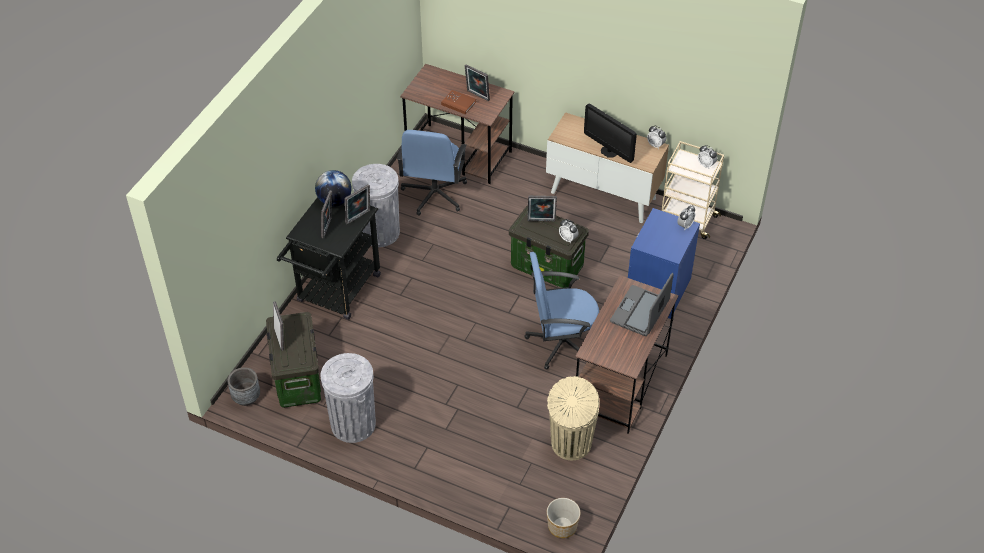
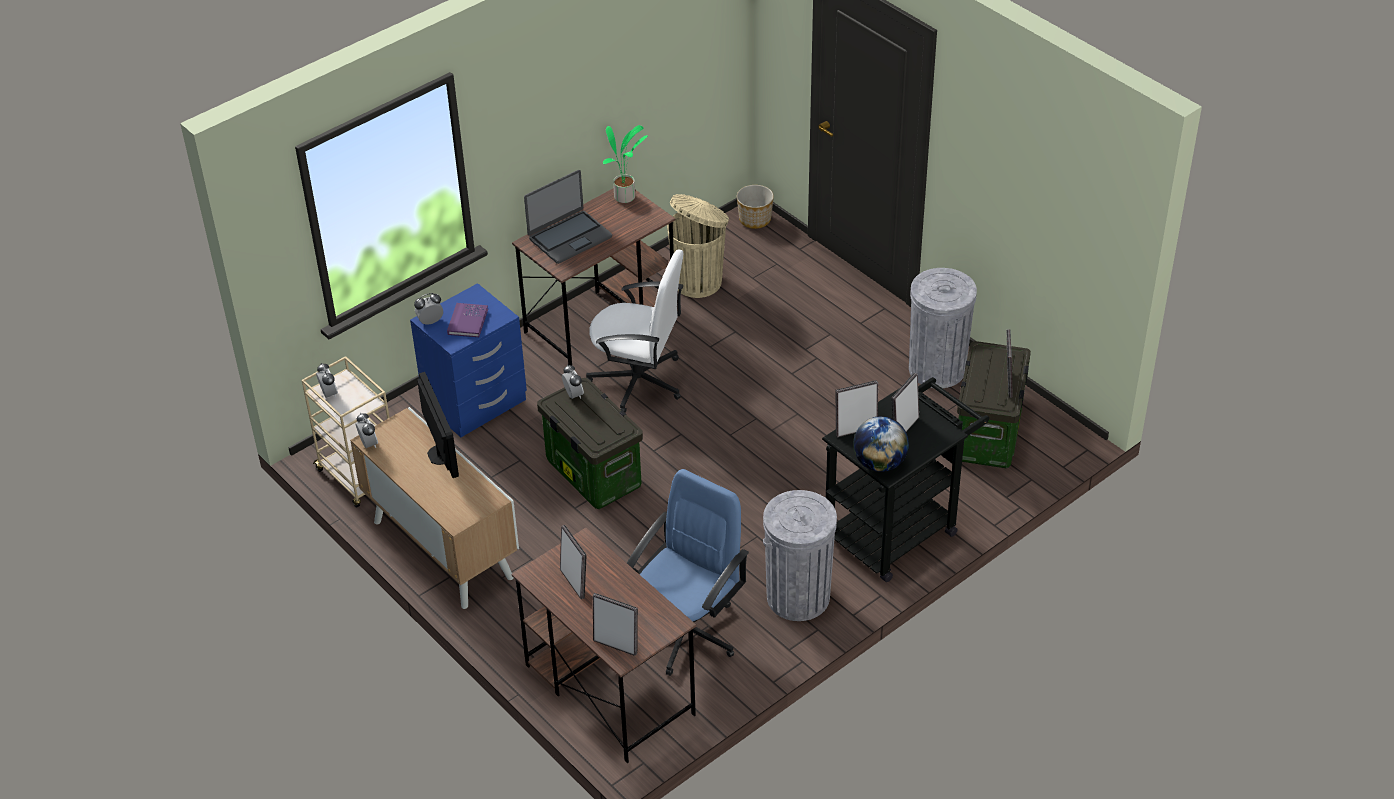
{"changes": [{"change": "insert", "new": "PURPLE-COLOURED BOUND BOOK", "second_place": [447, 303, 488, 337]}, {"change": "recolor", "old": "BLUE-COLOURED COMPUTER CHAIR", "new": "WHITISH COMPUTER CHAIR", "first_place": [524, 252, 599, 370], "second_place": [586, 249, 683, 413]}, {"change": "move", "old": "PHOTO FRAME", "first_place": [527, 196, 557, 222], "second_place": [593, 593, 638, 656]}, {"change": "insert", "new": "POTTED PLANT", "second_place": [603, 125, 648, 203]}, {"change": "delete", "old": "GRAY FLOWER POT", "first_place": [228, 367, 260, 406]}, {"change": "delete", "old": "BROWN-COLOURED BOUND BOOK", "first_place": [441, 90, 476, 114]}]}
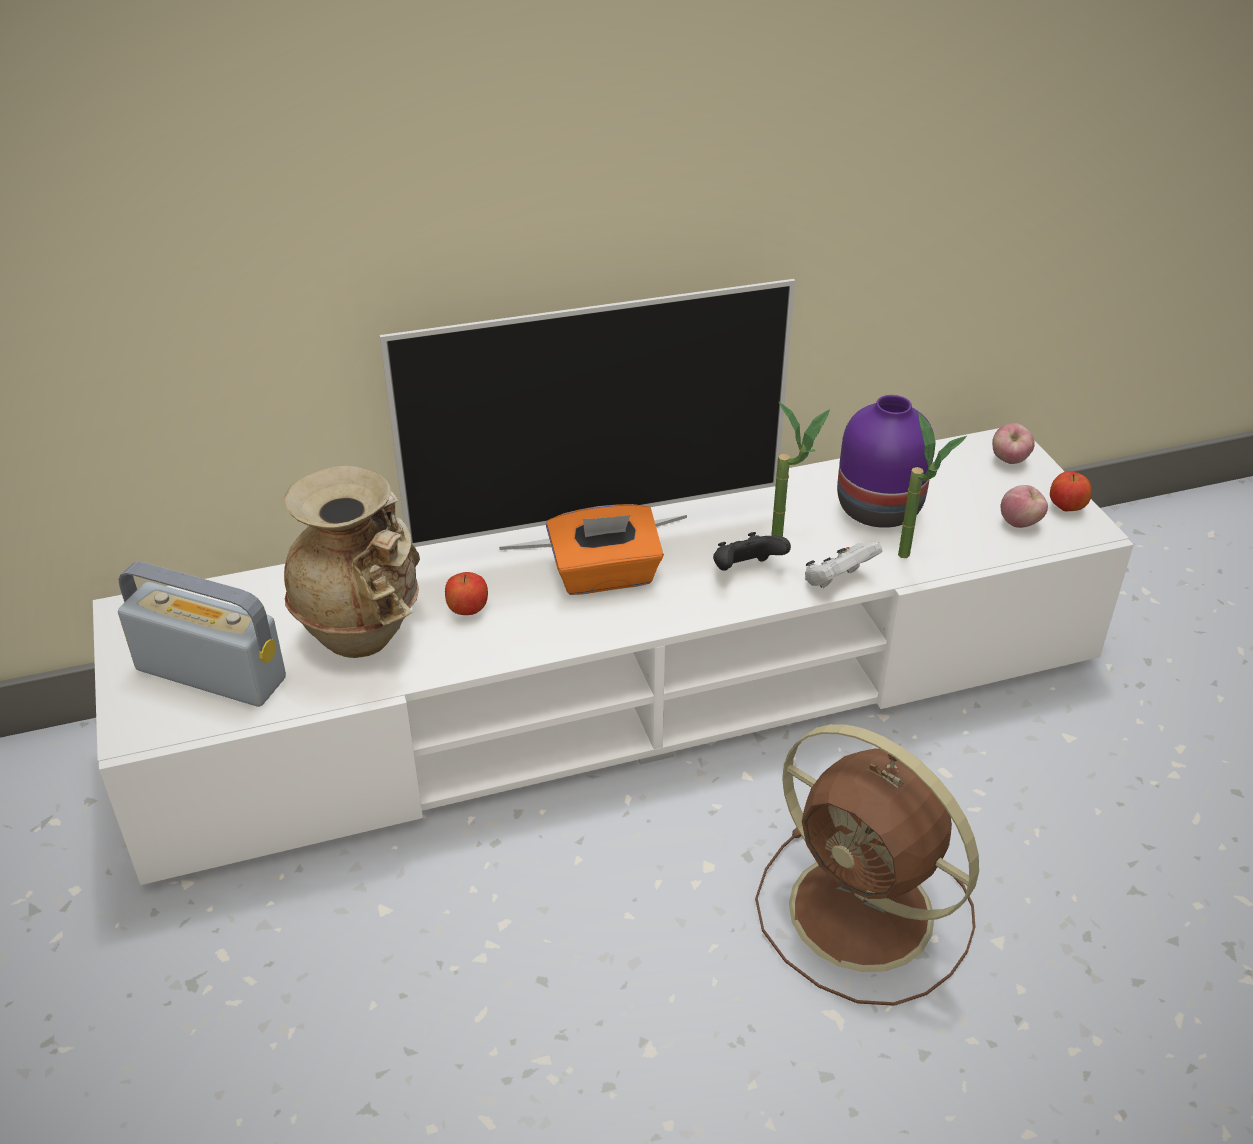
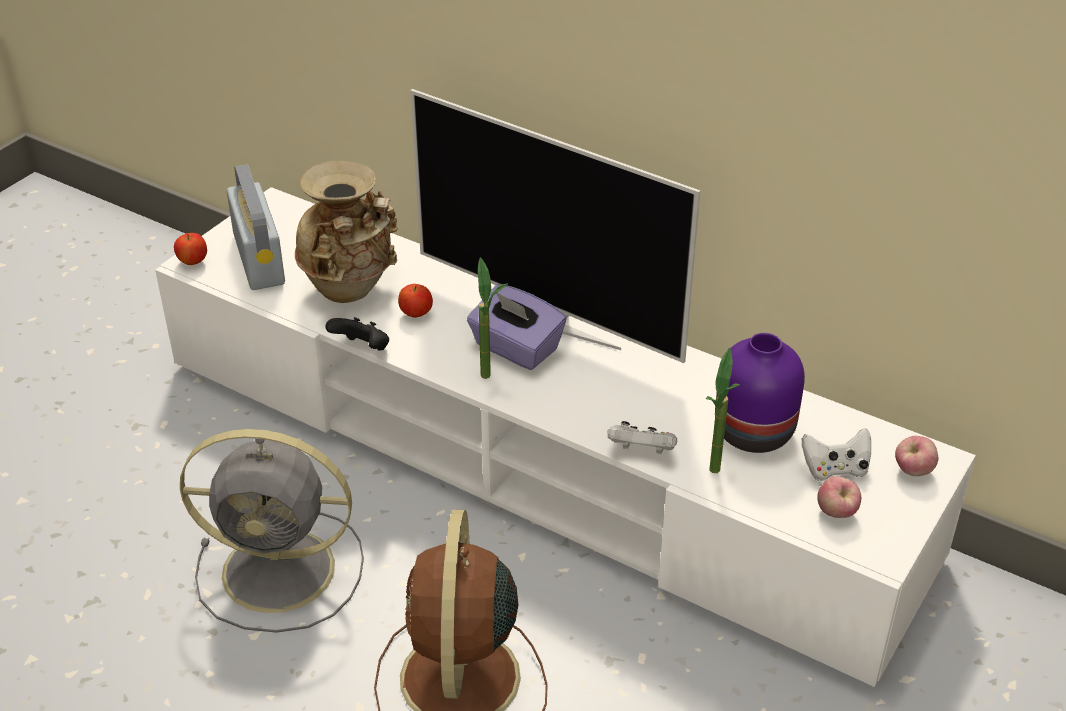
{"changes": [{"change": "move", "old": "APPLE FRUIT", "first_place": [1050, 471, 1092, 511], "second_place": [174, 233, 207, 265]}, {"change": "insert", "new": "GRAY COOLING FAN", "second_place": [180, 429, 364, 633]}, {"change": "move", "old": "BLACK-COLOURED GAME CONTROLLER", "first_place": [713, 532, 791, 571], "second_place": [325, 317, 389, 351]}, {"change": "recolor", "old": "ORANGE-COLOURED TISSUE HOLDER", "new": "PURPLE-COLOURED TISSUE HOLDER", "first_place": [546, 504, 664, 595], "second_place": [467, 285, 567, 370]}, {"change": "move", "old": "POTTED PLANT", "first_place": [771, 402, 830, 537], "second_place": [478, 257, 508, 379]}, {"change": "insert", "new": "WHITISH GAME CONTROLLER", "second_place": [801, 428, 871, 481]}]}
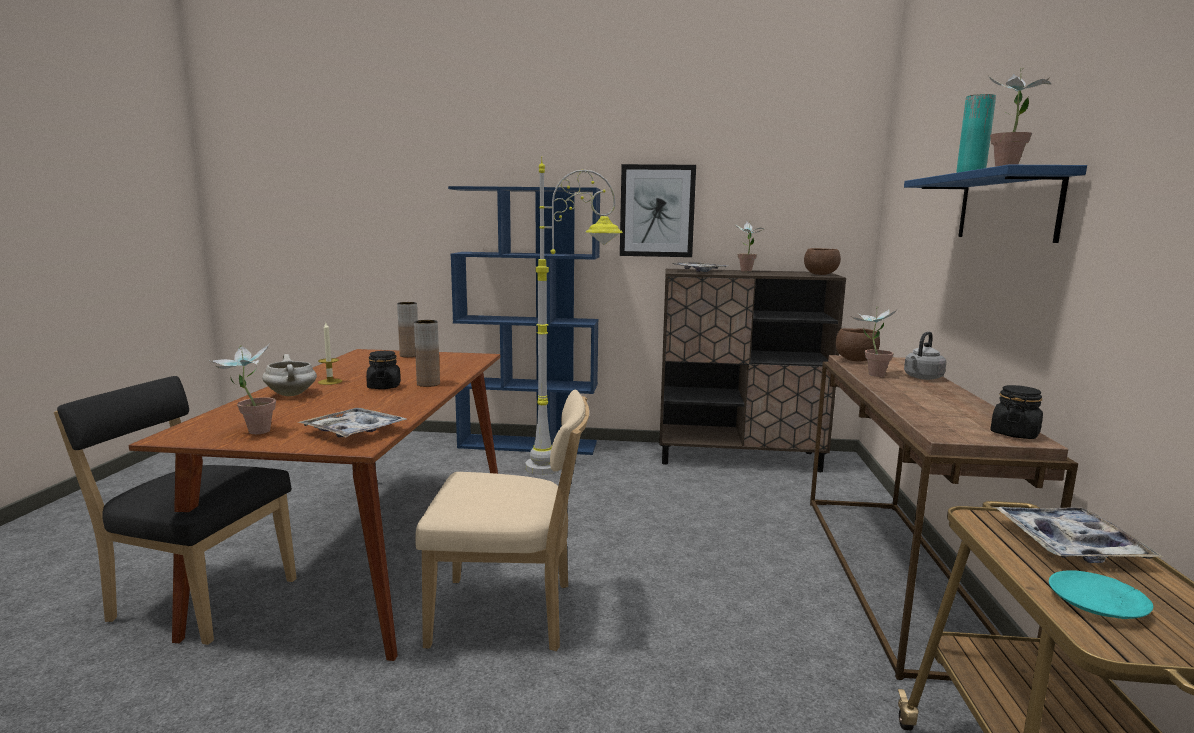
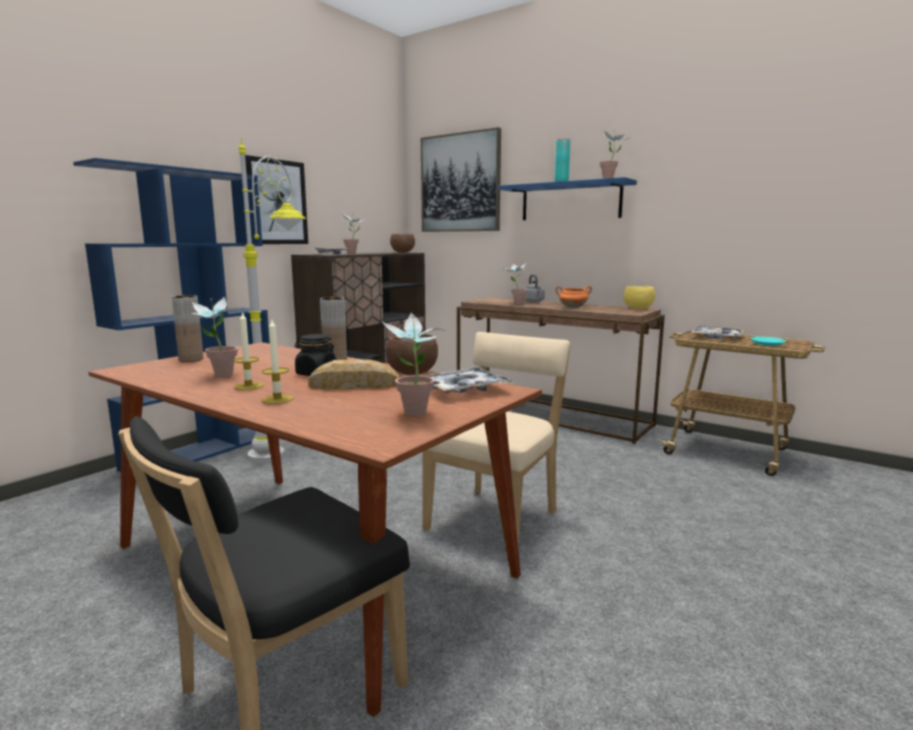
{"changes": [{"change": "insert", "new": "POTTED PLANT", "second_place": [189, 297, 239, 377]}, {"change": "replace", "old": "WHITISH SAUCEPOT", "new": "CANDLE", "first_place": [262, 354, 317, 396], "second_place": [261, 320, 293, 404]}, {"change": "insert", "new": "BAKED BREAD", "second_place": [308, 359, 399, 390]}, {"change": "move", "old": "BROWN-COLOURED DEEP DISH", "first_place": [836, 328, 880, 362], "second_place": [386, 334, 438, 375]}, {"change": "insert", "new": "WALL ART", "second_place": [421, 127, 501, 232]}, {"change": "insert", "new": "ORANGE-COLOURED SAUCEPOT", "second_place": [556, 286, 592, 308]}, {"change": "replace", "old": "BLACK-COLOURED JAR", "new": "YELLOW DEEP DISH", "first_place": [990, 385, 1043, 439], "second_place": [623, 286, 655, 309]}]}
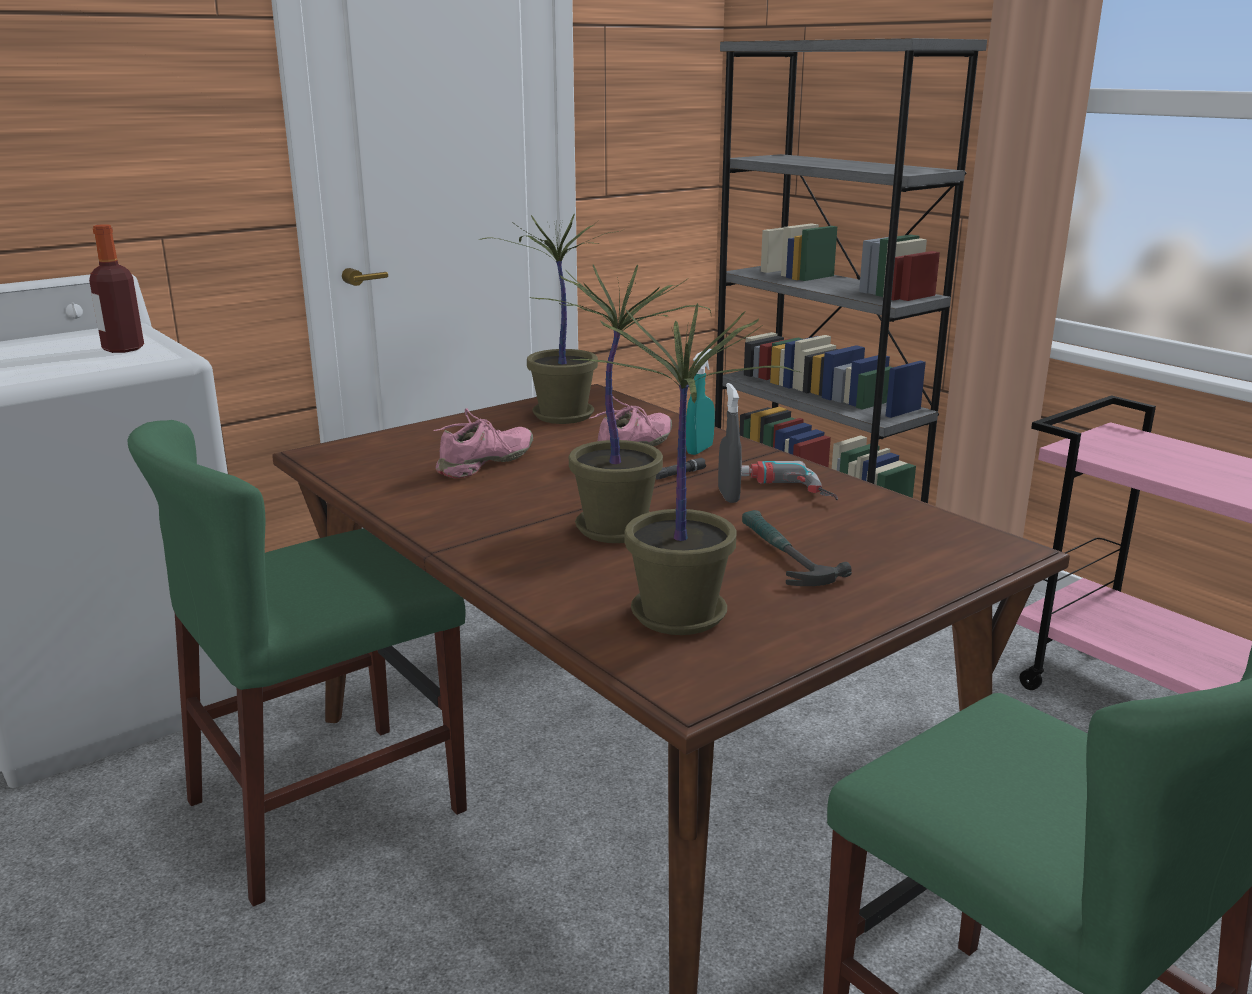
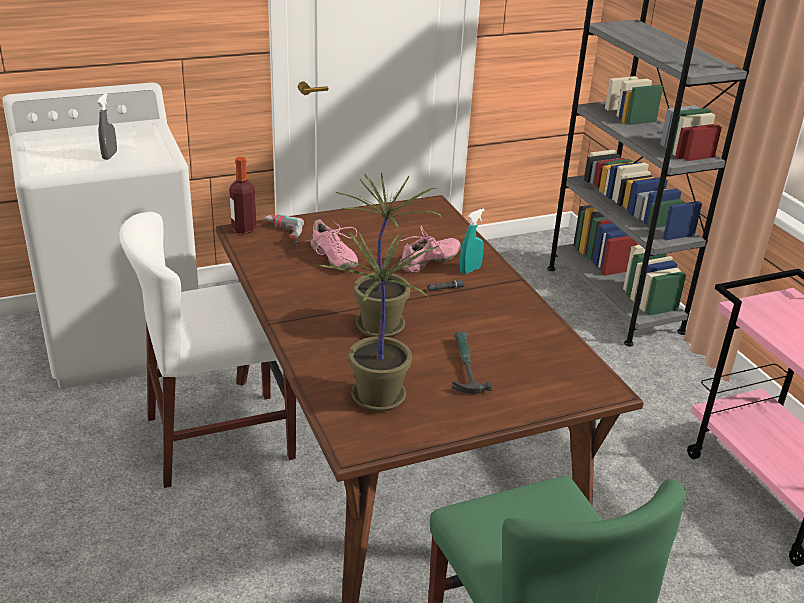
{"changes": [{"change": "move", "old": "GRAY SPRAYER", "first_place": [718, 383, 742, 503], "second_place": [97, 93, 117, 160]}, {"change": "recolor", "old": "GREENISH UPRIGHT CHAIR", "new": "WHITISH UPRIGHT CHAIR", "first_place": [128, 420, 467, 907], "second_place": [119, 212, 296, 488]}, {"change": "move", "old": "BOTTLE", "first_place": [89, 224, 144, 353], "second_place": [229, 157, 257, 234]}, {"change": "move", "old": "DRILL", "first_place": [741, 461, 838, 500], "second_place": [265, 215, 304, 246]}, {"change": "rotate", "old": "PINK ITEM OF FOOTWEAR", "first_place": [433, 408, 533, 479], "second_place": [305, 219, 358, 269], "degrees": 90}, {"change": "delete", "old": "POTTED PLANT", "first_place": [478, 214, 623, 424]}]}
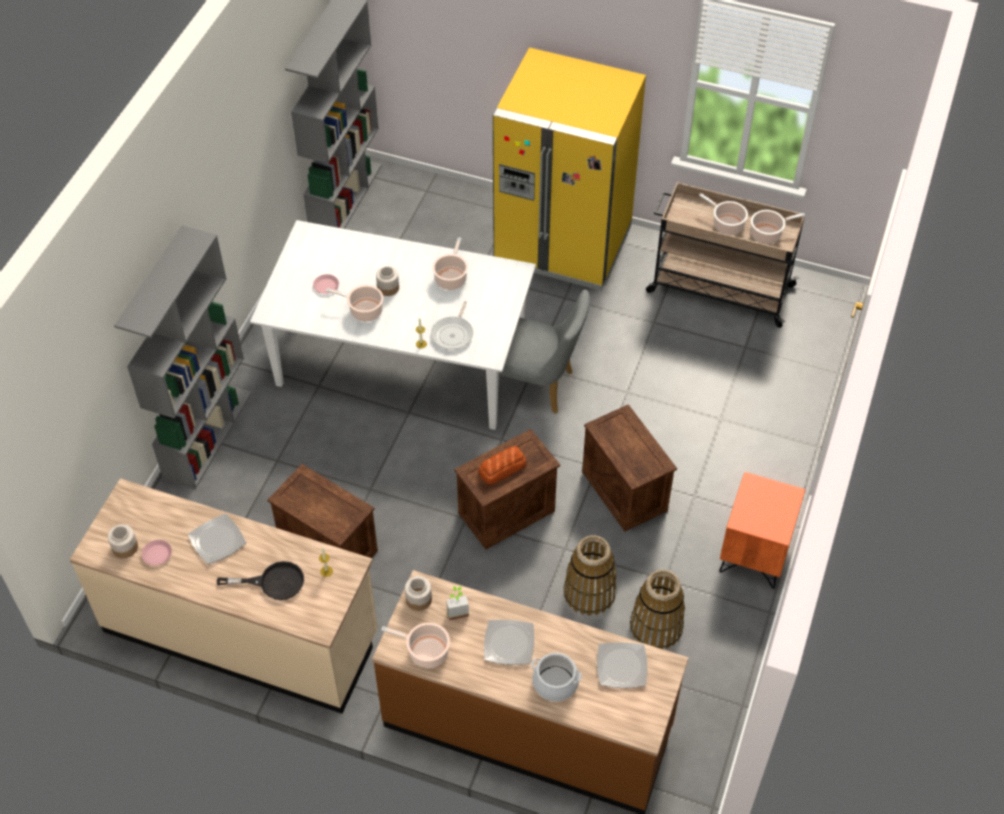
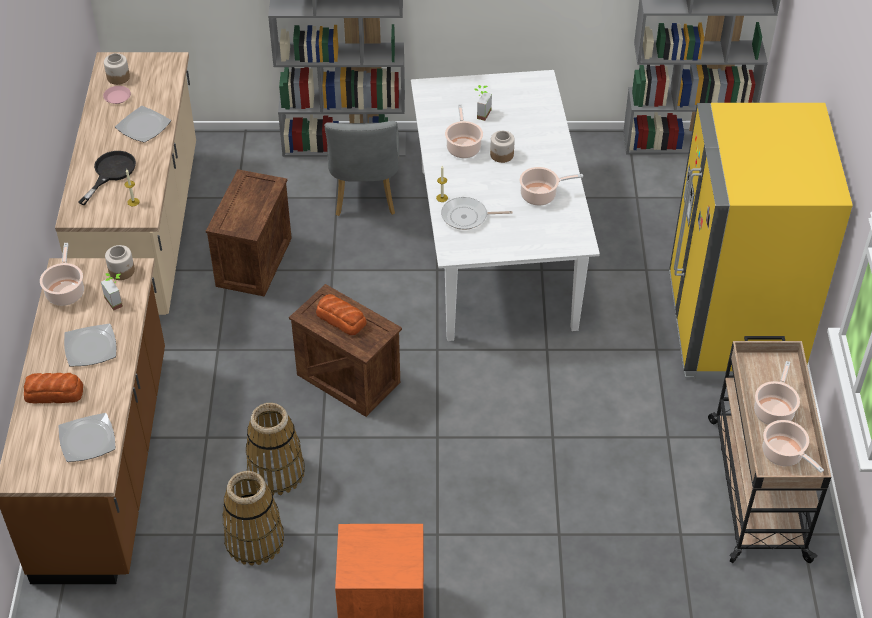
{"changes": [{"change": "replace", "old": "SAUCEPOT", "new": "BAKED BREAD", "first_place": [531, 653, 582, 702], "second_place": [24, 373, 83, 403]}, {"change": "rotate", "old": "BLACK-COLOURED SKILLET", "first_place": [217, 561, 304, 600], "second_place": [78, 151, 136, 205], "degrees": -135}, {"change": "move", "old": "GRAY UPRIGHT CHAIR", "first_place": [499, 289, 590, 414], "second_place": [324, 121, 399, 216]}, {"change": "replace", "old": "PINK PLATE", "new": "POTTED PLANT", "first_place": [313, 274, 339, 294], "second_place": [474, 85, 492, 121]}, {"change": "delete", "old": "PACKING CRATE", "first_place": [582, 404, 677, 531]}]}
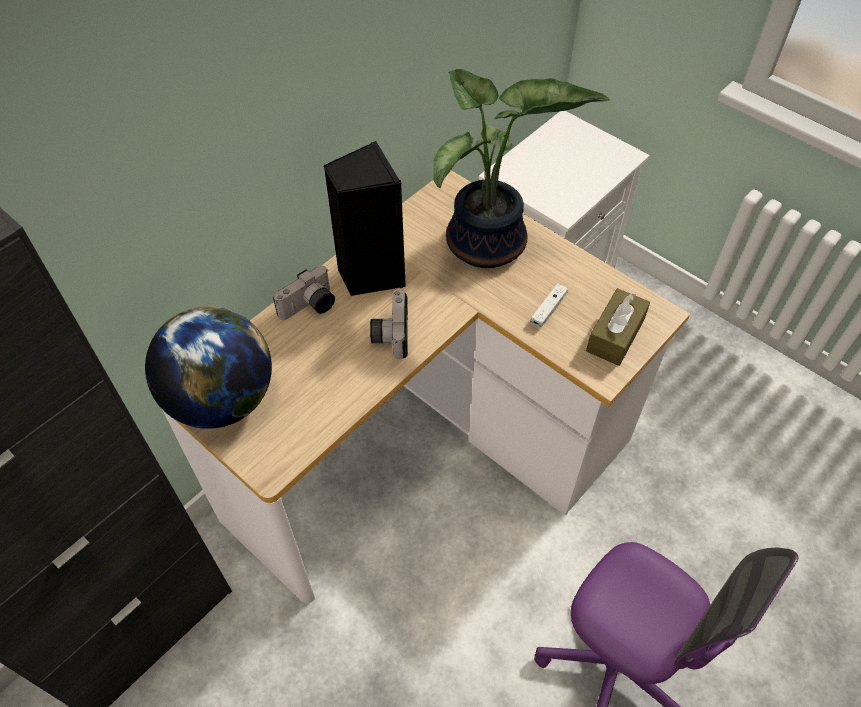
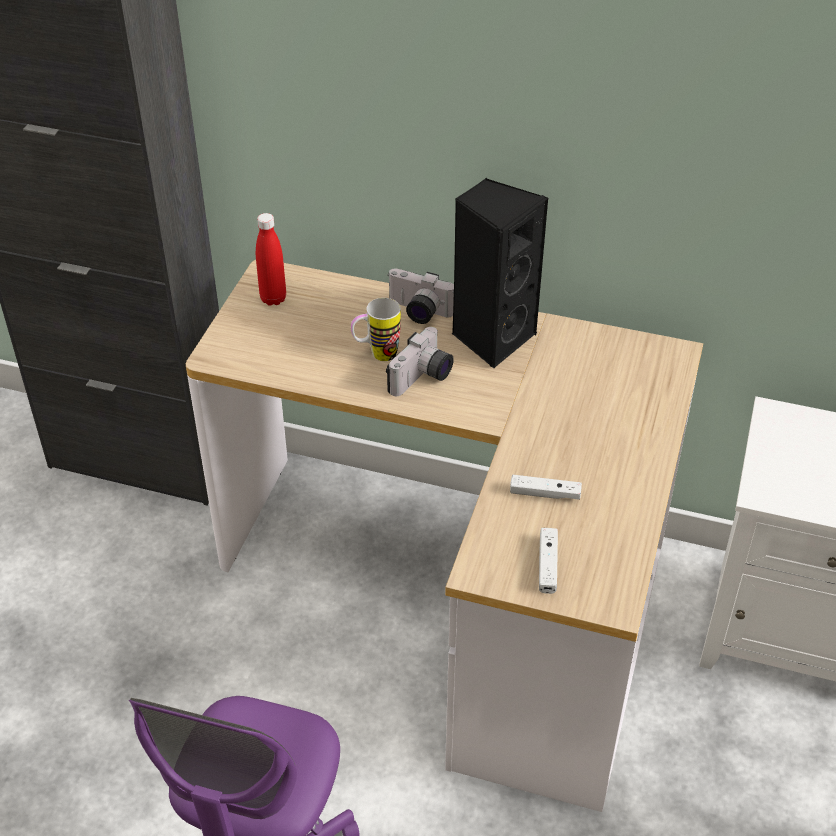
{"changes": [{"change": "replace", "old": "WORLD GLOBE", "new": "RED-COLOURED BOTTLE", "first_place": [145, 306, 272, 429], "second_place": [256, 213, 286, 306]}, {"change": "insert", "new": "COFFEE MUG", "second_place": [351, 298, 401, 361]}, {"change": "rotate", "old": "PHOTO CAMERA", "first_place": [370, 289, 408, 359], "second_place": [386, 327, 454, 396], "degrees": 150}, {"change": "replace", "old": "BROWN-COLOURED TISSUE HOLDER", "new": "WHITISH GAME CONTROLLER", "first_place": [586, 288, 650, 366], "second_place": [539, 528, 558, 594]}, {"change": "delete", "old": "POTTED PLANT", "first_place": [433, 69, 610, 268]}]}
